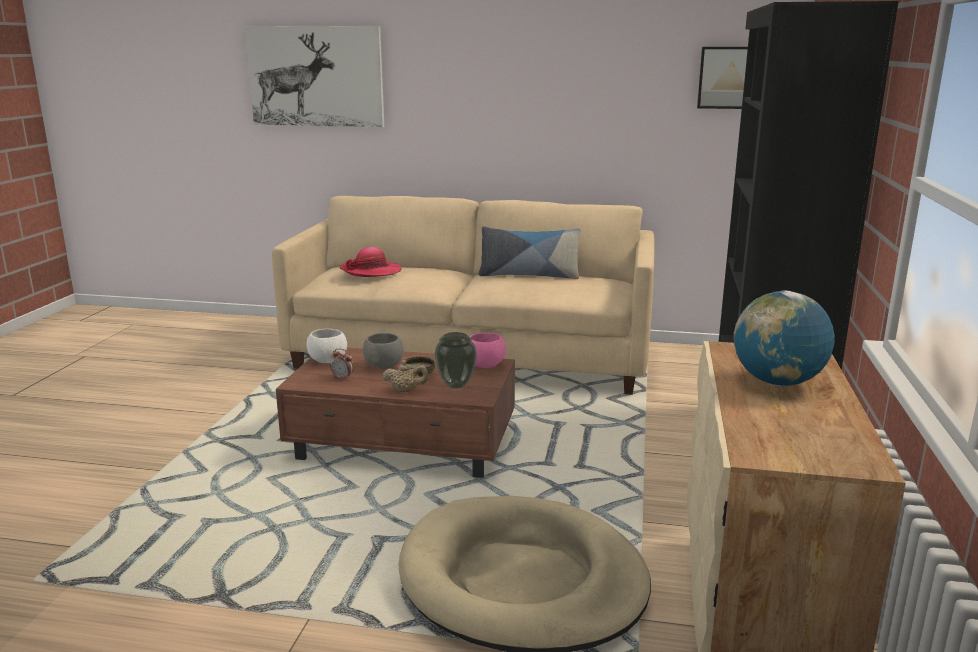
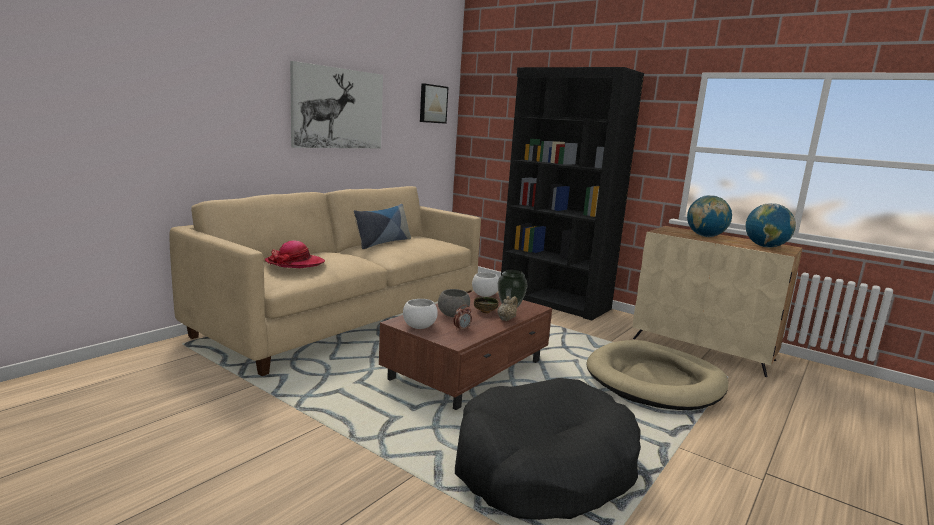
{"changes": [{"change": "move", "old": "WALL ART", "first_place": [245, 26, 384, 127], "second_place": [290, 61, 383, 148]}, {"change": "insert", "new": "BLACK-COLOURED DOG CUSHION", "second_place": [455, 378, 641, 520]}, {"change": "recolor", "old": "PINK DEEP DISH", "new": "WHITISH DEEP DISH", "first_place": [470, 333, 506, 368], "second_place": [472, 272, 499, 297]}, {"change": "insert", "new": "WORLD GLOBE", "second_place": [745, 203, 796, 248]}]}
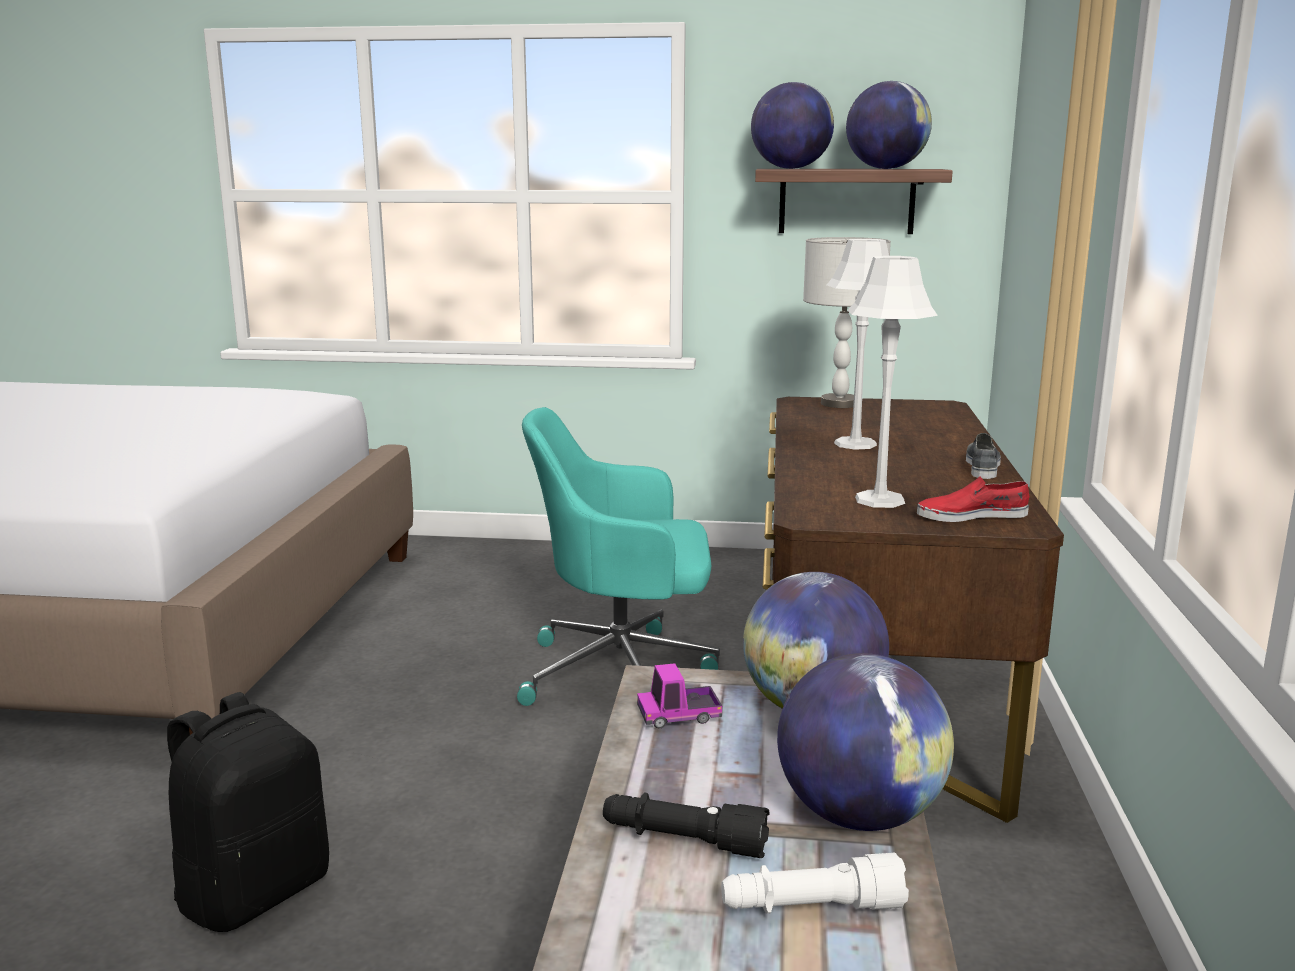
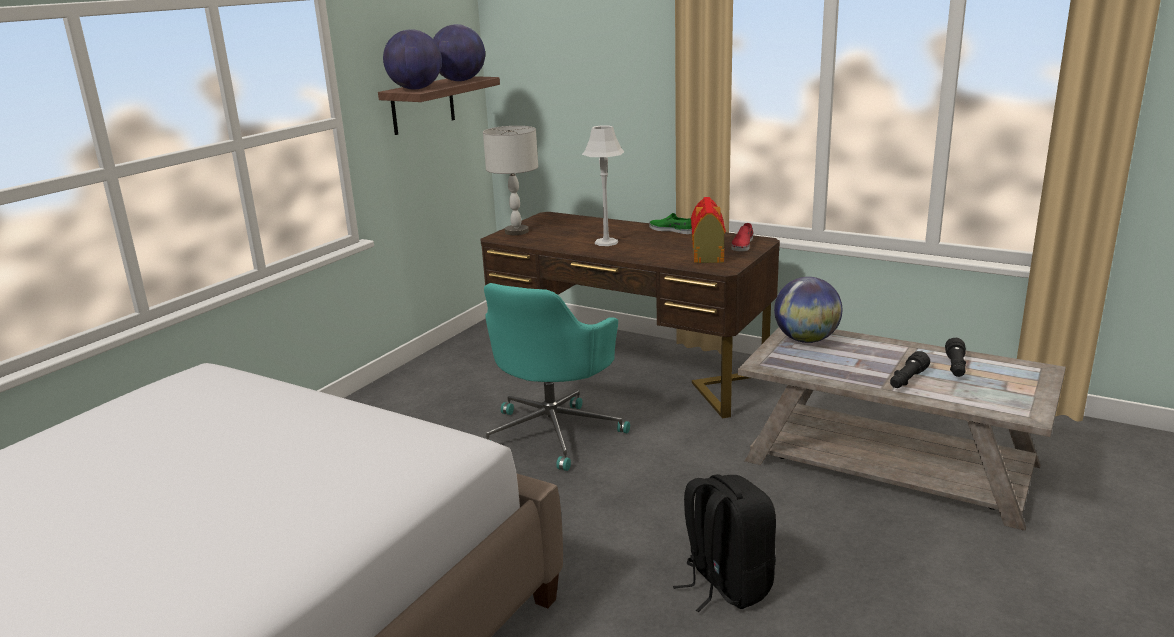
{"changes": [{"change": "recolor", "old": "GRAY ITEM OF FOOTWEAR", "new": "GREENISH ITEM OF FOOTWEAR", "first_place": [966, 433, 1001, 479], "second_place": [649, 213, 692, 234]}, {"change": "replace", "old": "GRAY LAMP FOR A TABLE", "new": "TOY HOUSE", "first_place": [848, 256, 938, 508], "second_place": [691, 197, 726, 263]}, {"change": "recolor", "old": "WHITISH FLASHLIGHT", "new": "BLACK-COLOURED FLASHLIGHT", "first_place": [721, 853, 909, 914], "second_place": [945, 338, 966, 377]}, {"change": "delete", "old": "TOY LORRY", "first_place": [637, 663, 722, 729]}, {"change": "delete", "old": "WORLD GLOBE", "first_place": [777, 653, 954, 831]}]}
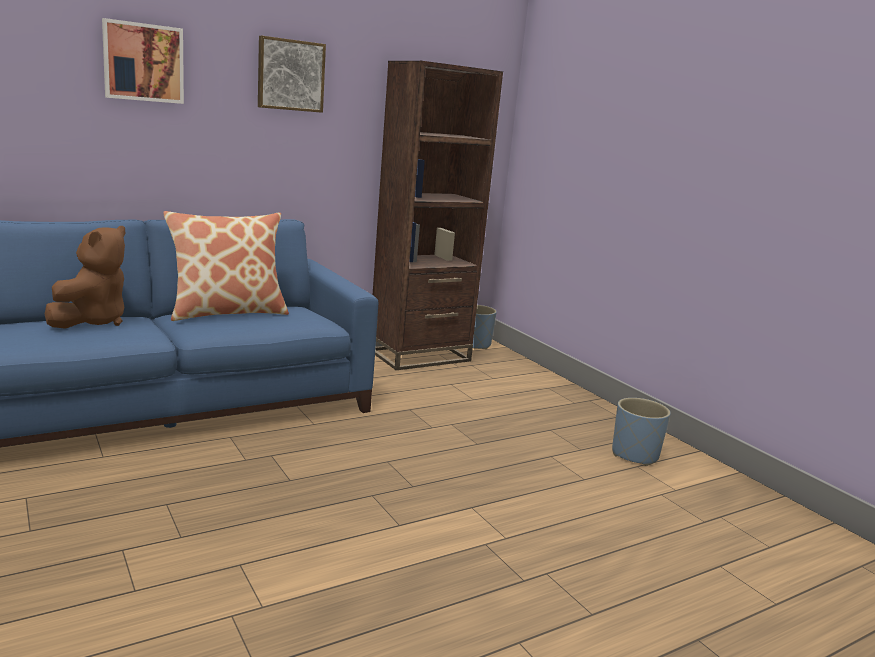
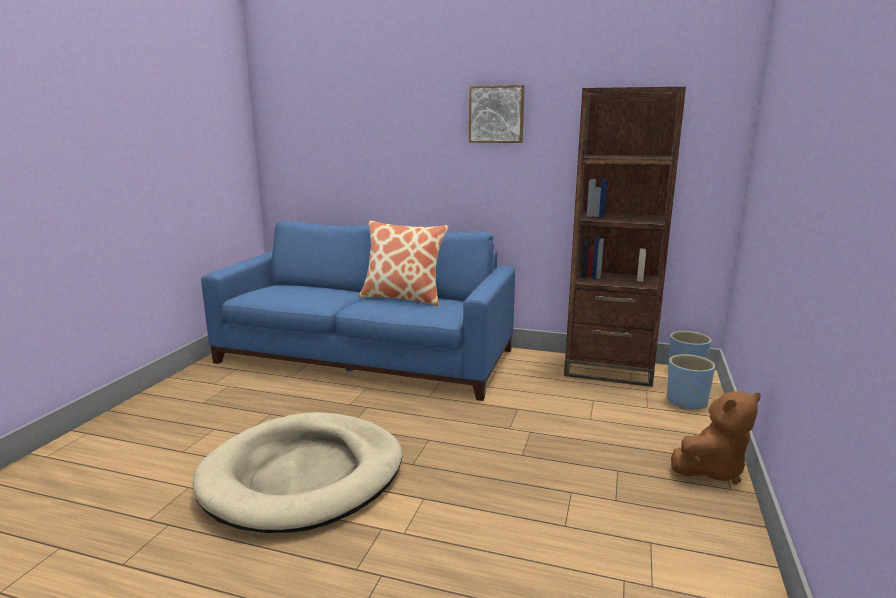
{"changes": [{"change": "insert", "new": "BEIGE DOG CUSHION", "second_place": [193, 412, 402, 533]}, {"change": "move", "old": "BLUE-COLOURED FLOWER POT", "first_place": [612, 398, 670, 466], "second_place": [667, 354, 715, 409]}, {"change": "move", "old": "BROWN-COLOURED SOFT TOY", "first_place": [45, 226, 125, 329], "second_place": [671, 391, 761, 484]}, {"change": "delete", "old": "WALL ART", "first_place": [102, 18, 184, 104]}]}
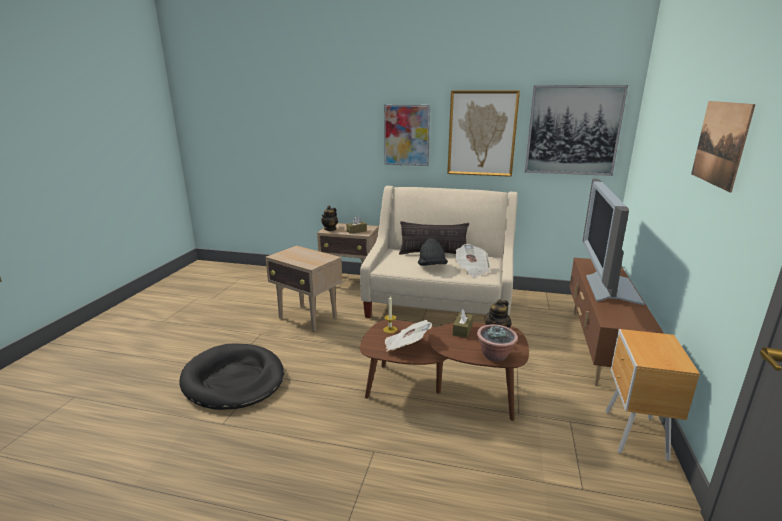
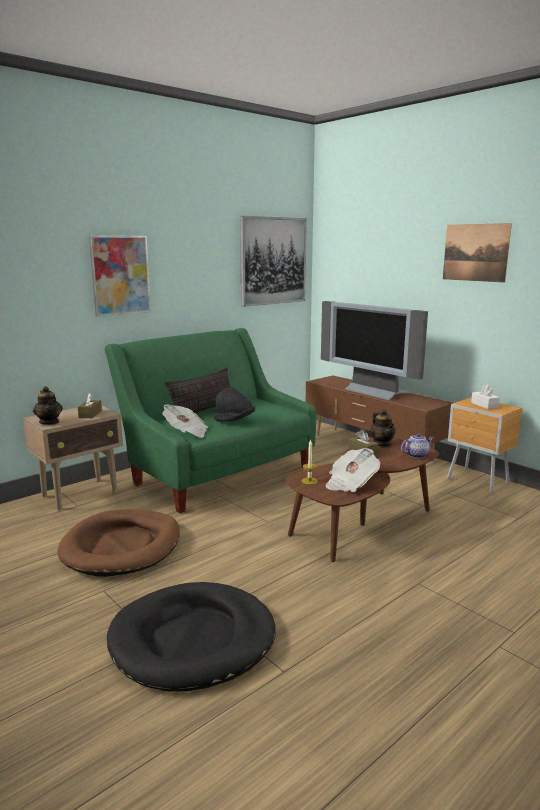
{"changes": [{"change": "replace", "old": "BEIGE SIDE TABLE", "new": "BROWN-COLOURED DOG CUSHION", "first_place": [265, 246, 342, 332], "second_place": [57, 509, 180, 577]}, {"change": "recolor", "old": "BEIGE COUCH", "new": "GREENISH COUCH", "first_place": [360, 186, 518, 318], "second_place": [105, 328, 316, 513]}, {"change": "move", "old": "DAILY PAPER", "first_place": [455, 244, 490, 277], "second_place": [162, 404, 208, 438]}, {"change": "replace", "old": "POTTED PLANT", "new": "TEAPOT", "first_place": [477, 324, 518, 362], "second_place": [401, 433, 434, 458]}, {"change": "insert", "new": "WHITISH TISSUE HOLDER", "second_place": [471, 385, 500, 409]}, {"change": "delete", "old": "WALL ART", "first_place": [447, 91, 520, 177]}]}
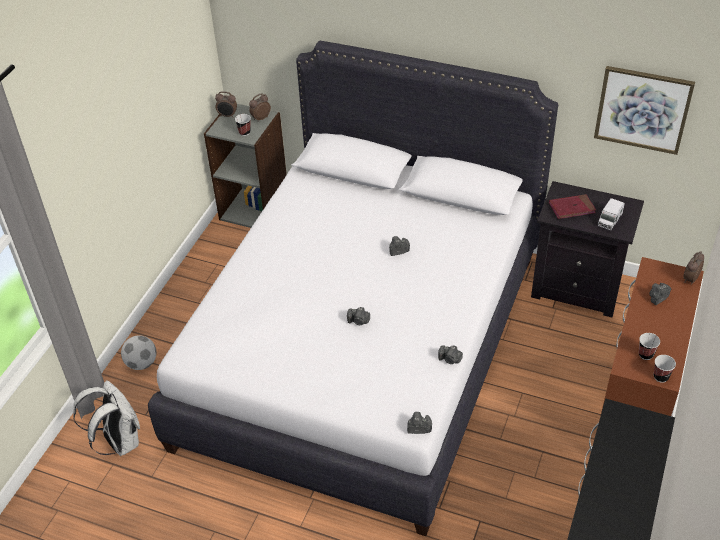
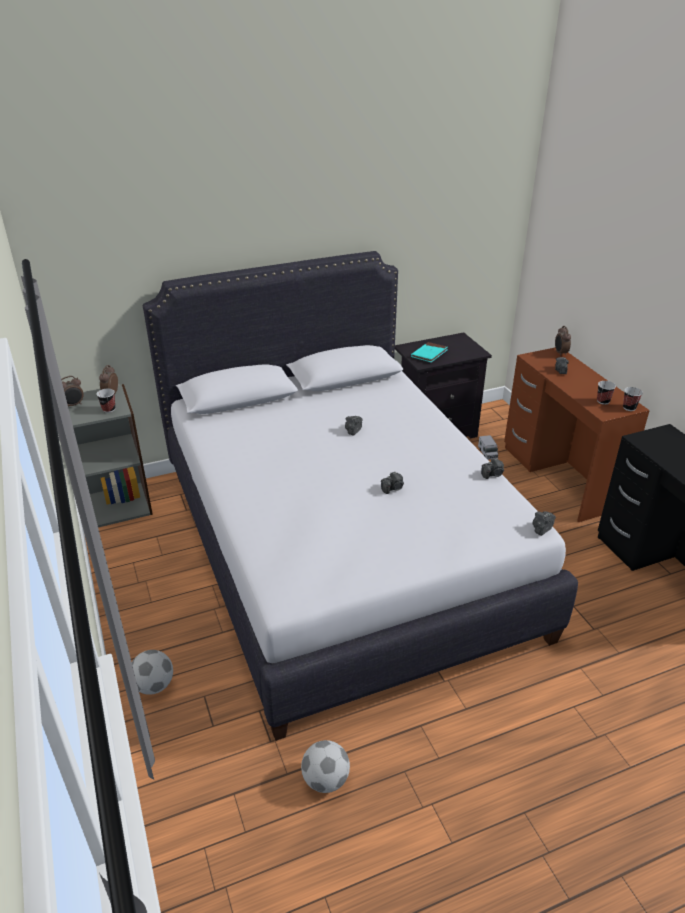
{"changes": [{"change": "insert", "new": "FOOTBALL BALL", "second_place": [301, 740, 350, 793]}, {"change": "recolor", "old": "RED-COLOURED BOUND BOOK", "new": "TURQUOISE BOUND BOOK", "first_place": [549, 194, 596, 219], "second_place": [411, 342, 448, 362]}, {"change": "move", "old": "TOY LORRY", "first_place": [598, 198, 625, 231], "second_place": [478, 435, 498, 460]}, {"change": "delete", "old": "WHITISH BACKPACK", "first_place": [73, 380, 140, 456]}, {"change": "delete", "old": "WALL ART", "first_place": [594, 66, 695, 155]}]}
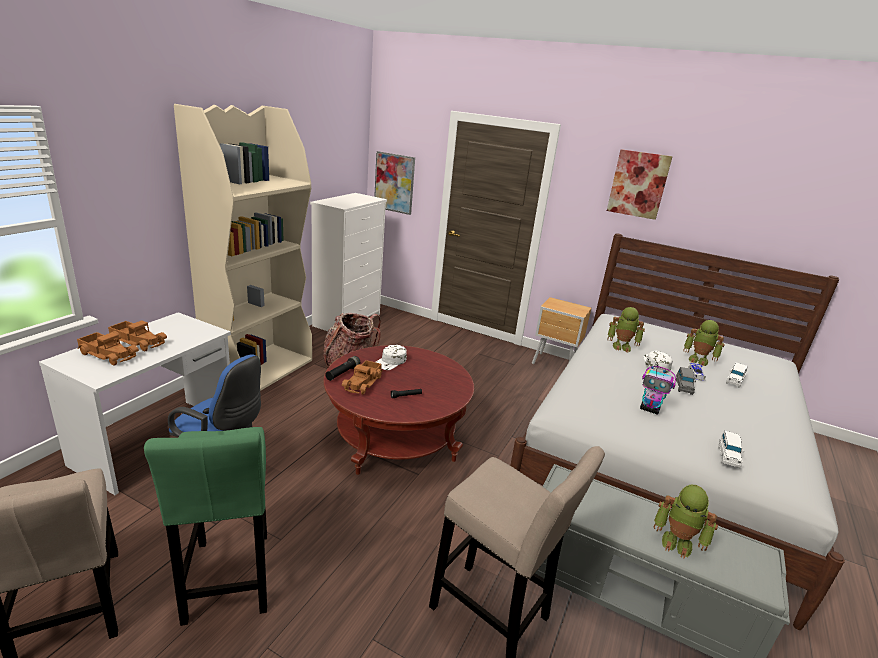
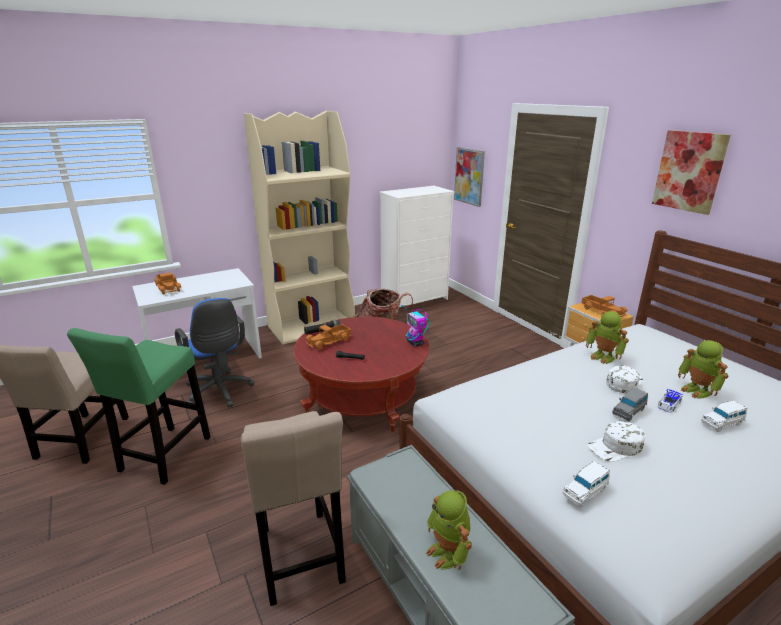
{"changes": [{"change": "move", "old": "ROBOT FIGURE", "first_place": [640, 366, 676, 414], "second_place": [401, 305, 430, 346]}, {"change": "move", "old": "TOY LORRY", "first_place": [108, 320, 167, 351], "second_place": [581, 295, 627, 317]}, {"change": "move", "old": "WHITISH BASEBALL CAP", "first_place": [376, 345, 407, 370], "second_place": [588, 421, 645, 462]}]}
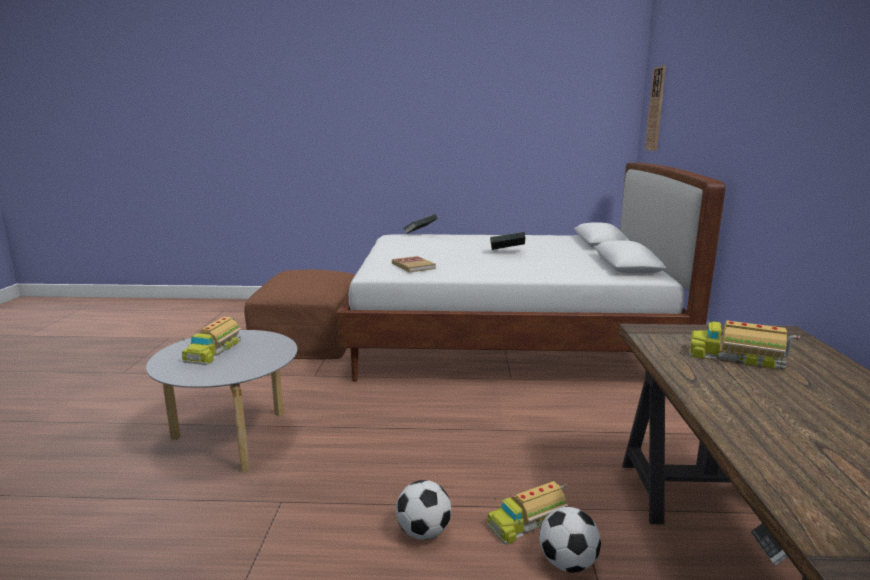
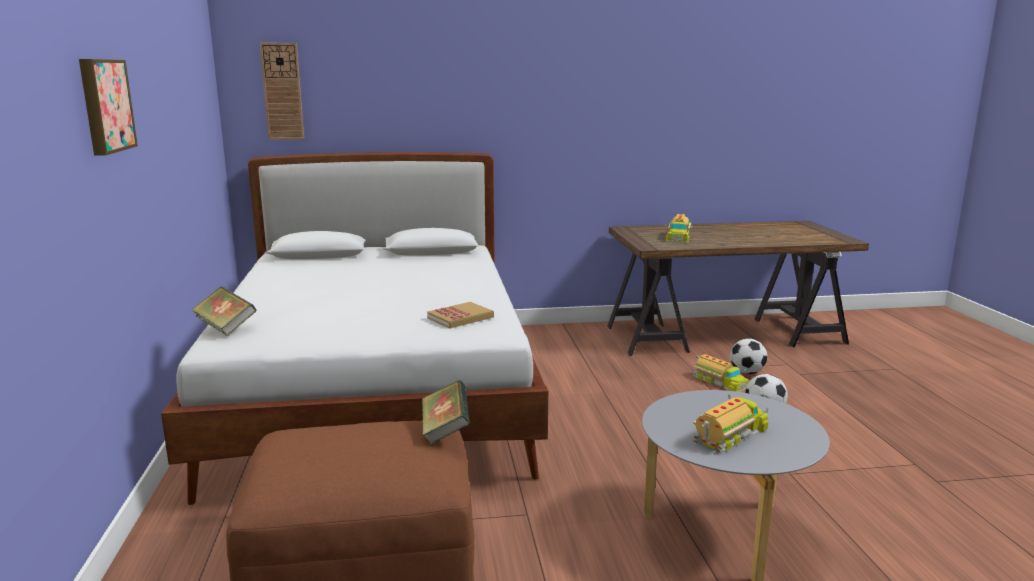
{"changes": [{"change": "insert", "new": "WALL ART", "second_place": [79, 59, 138, 156]}, {"change": "move", "old": "BOUND BOOK", "first_place": [490, 232, 525, 250], "second_place": [422, 380, 470, 445]}, {"change": "rotate", "old": "TOY LORRY", "first_place": [182, 317, 241, 365], "second_place": [693, 394, 768, 454], "degrees": -45}]}
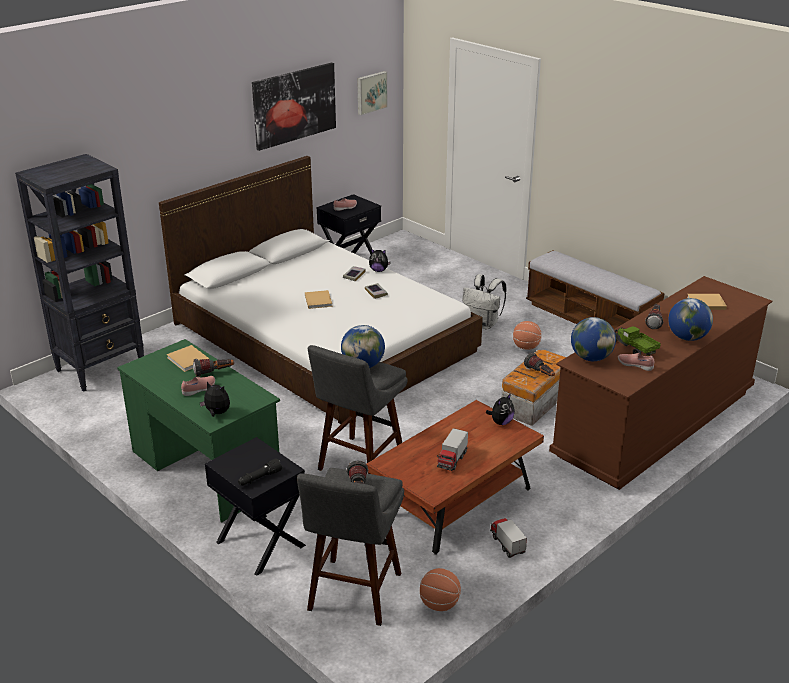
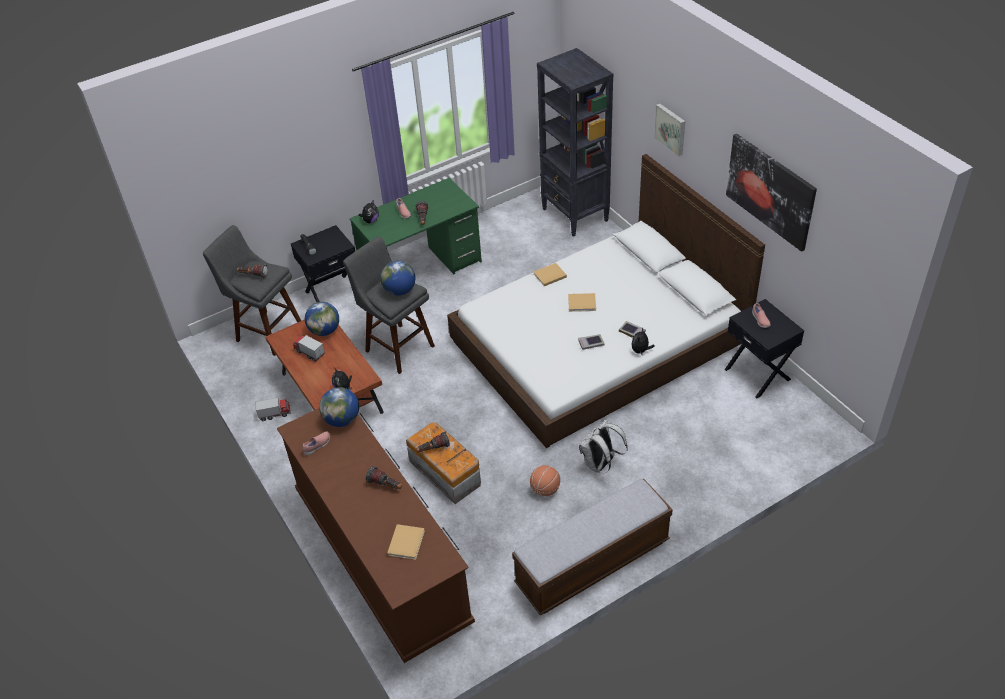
{"changes": [{"change": "move", "old": "WORLD GLOBE", "first_place": [668, 298, 713, 341], "second_place": [305, 302, 339, 336]}, {"change": "move", "old": "BEIGE BOUND BOOK", "first_place": [167, 345, 209, 372], "second_place": [533, 263, 567, 286]}, {"change": "move", "old": "WALL ART", "first_place": [357, 71, 387, 115], "second_place": [654, 104, 685, 156]}, {"change": "delete", "old": "BALL FOR BASKETBALL", "first_place": [420, 568, 461, 611]}, {"change": "delete", "old": "TOY LORRY", "first_place": [615, 326, 661, 356]}]}
